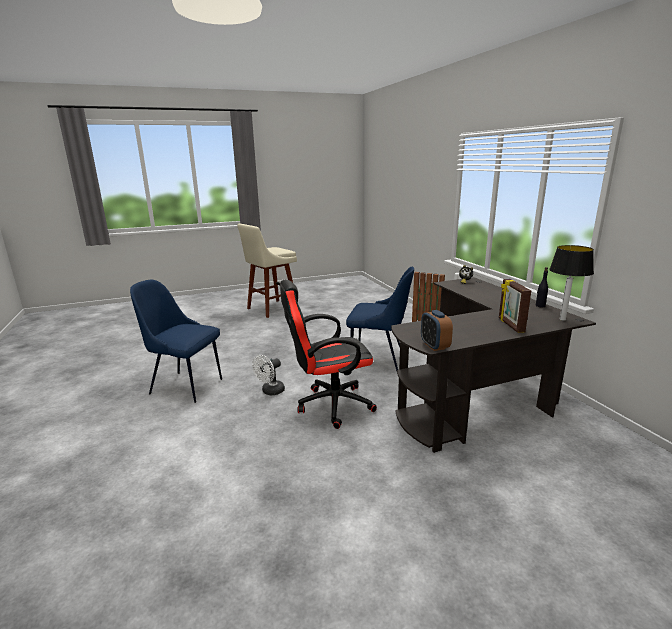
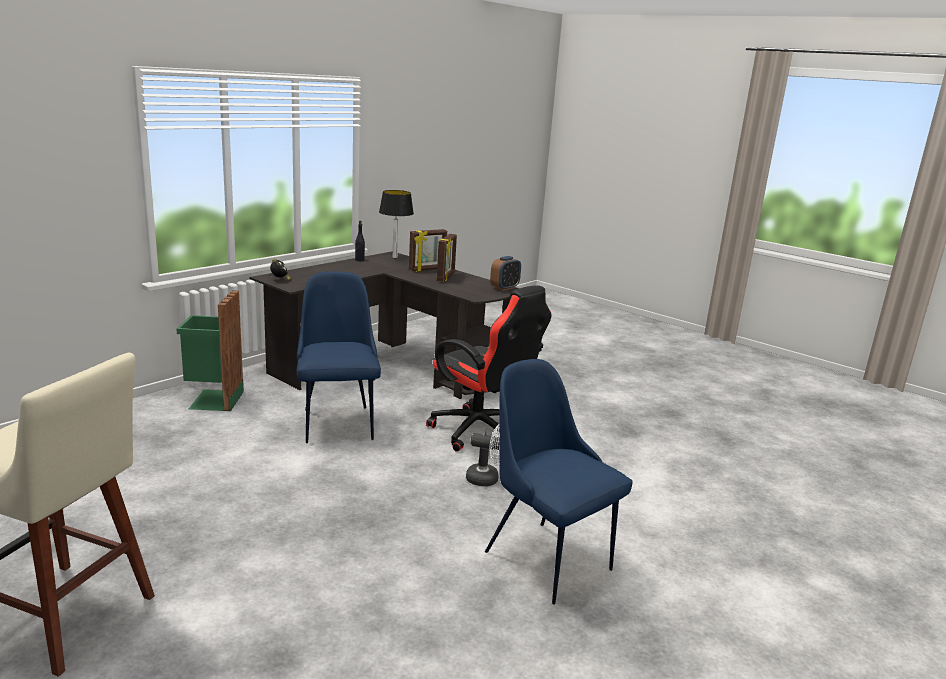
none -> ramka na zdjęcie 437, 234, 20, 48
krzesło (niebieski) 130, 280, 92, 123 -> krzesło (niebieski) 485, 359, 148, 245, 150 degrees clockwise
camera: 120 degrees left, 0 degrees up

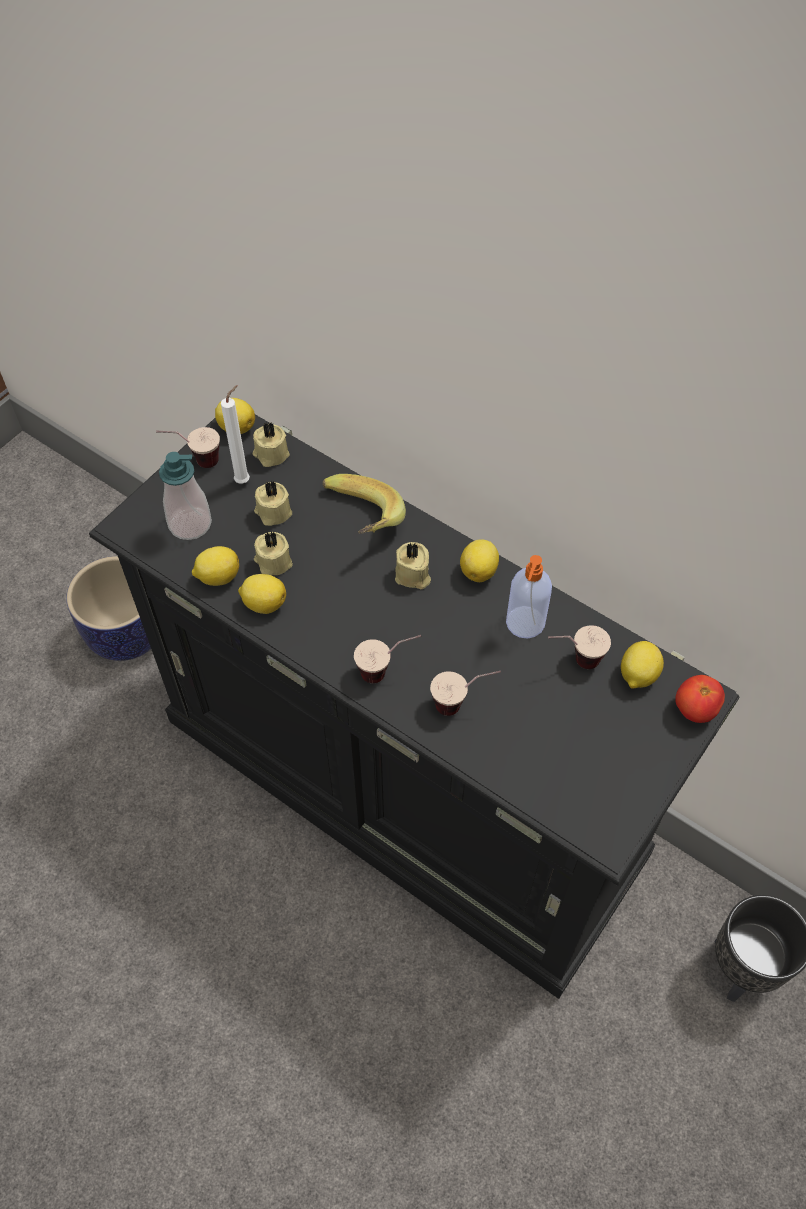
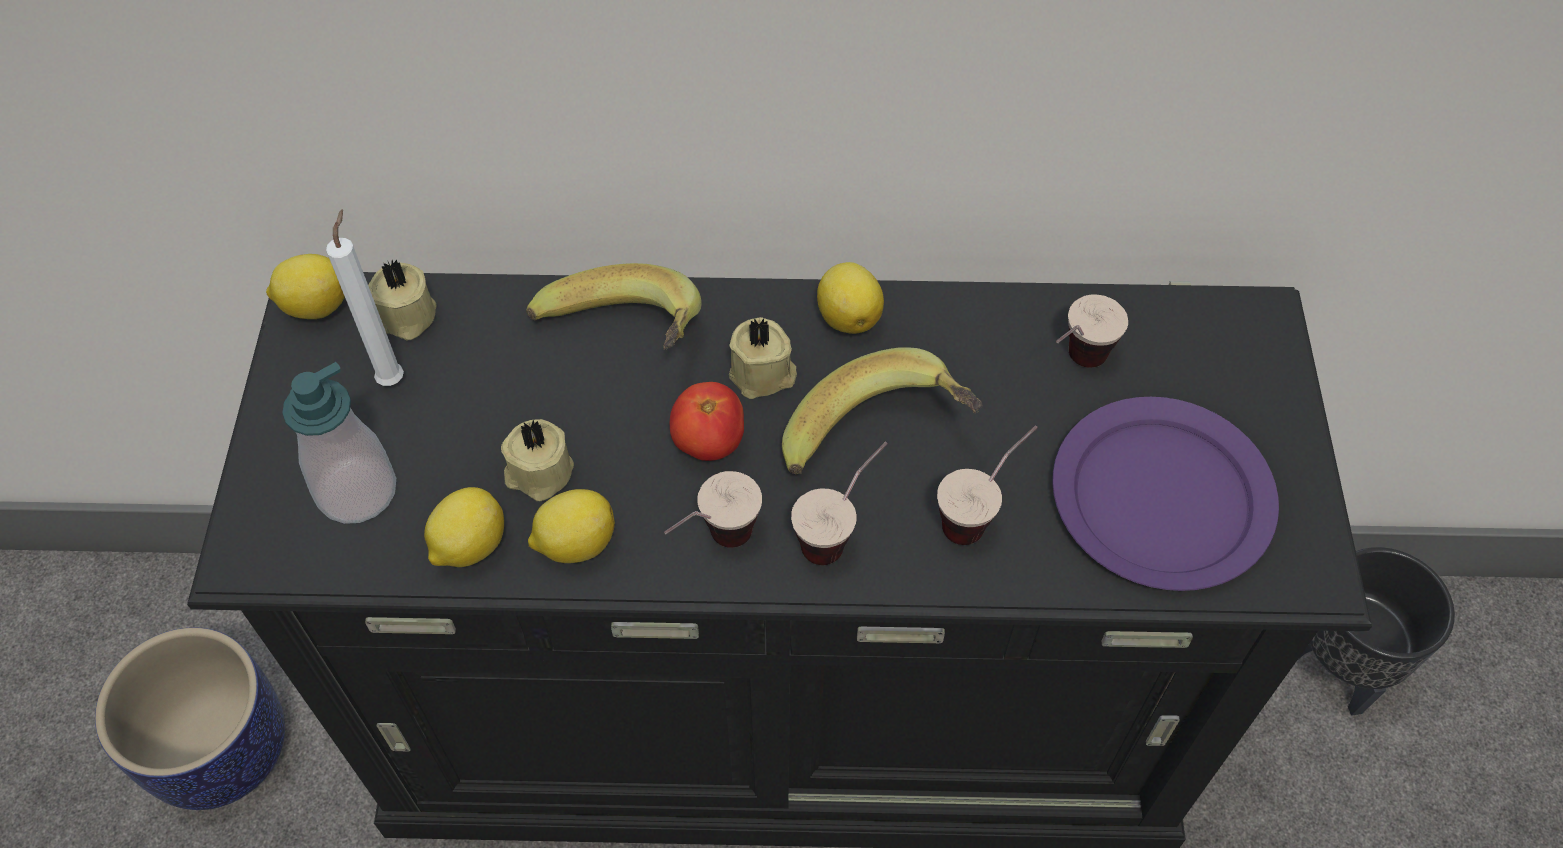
świeca (beżowy) 254, 480, 38, 46 -> none
dozownik mydła 506, 555, 46, 84 -> none
cytryna 621, 641, 43, 47 -> none
none -> banan 782, 347, 201, 128
none -> talerz (fioletowy) 1052, 397, 227, 194
filiżanka 156, 427, 64, 41 -> filiżanka 664, 471, 98, 77, move
pomidor 675, 675, 50, 48 -> pomidor 670, 382, 74, 79, move
camera: 35 degrees left, 0 degrees up

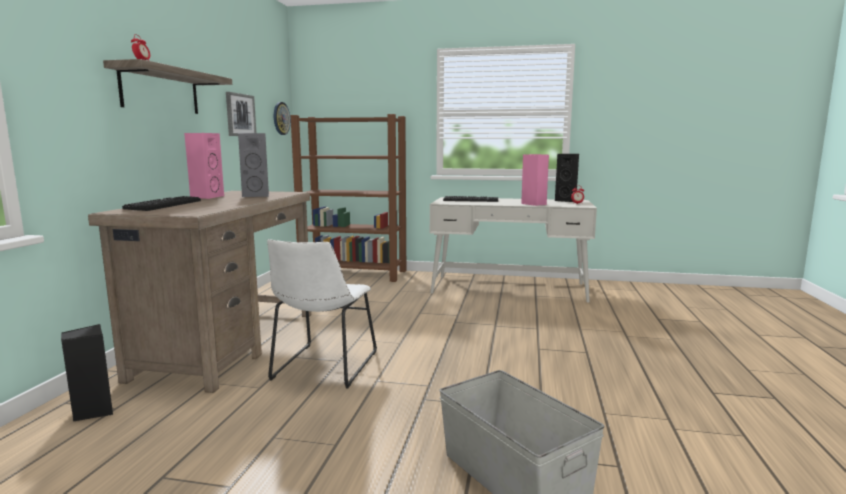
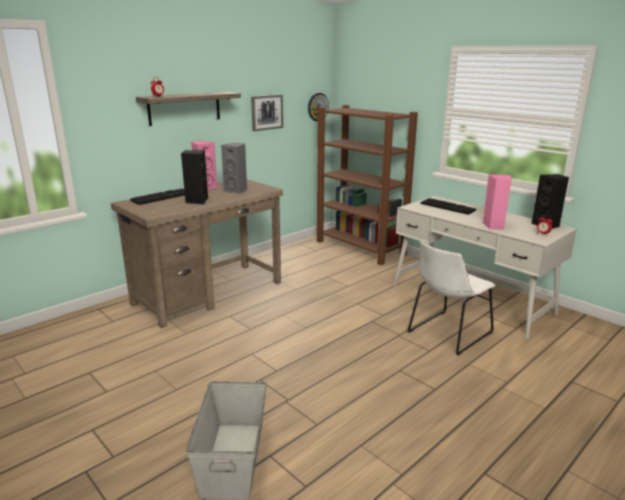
głośnik (czarny) 61, 324, 52, 98 -> głośnik (czarny) 181, 150, 27, 54, move
krzesło (biały) 267, 239, 110, 149 -> krzesło (biały) 408, 242, 87, 114, move
camera: 35 degrees right, 10 degrees up

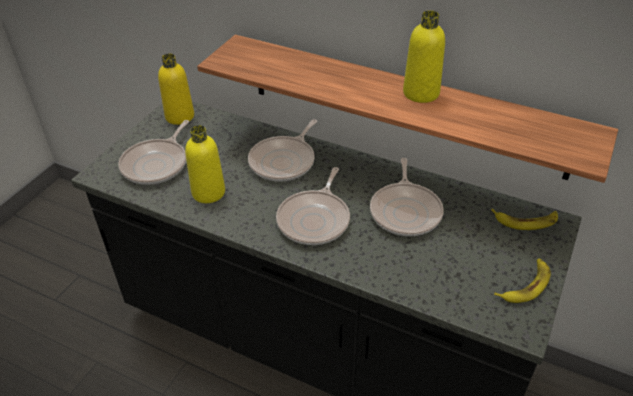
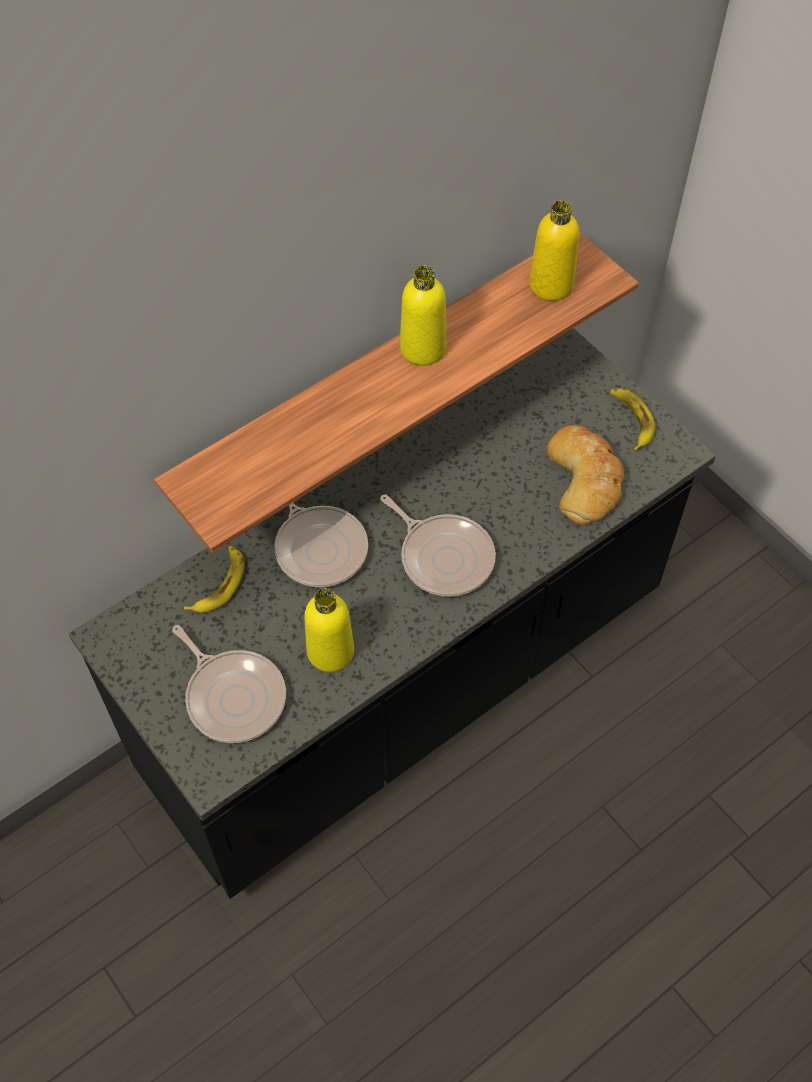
patelnia 370, 158, 73, 78 -> none
none -> chleb 547, 425, 78, 100
butelka (żółty) 158, 53, 36, 72 -> butelka (żółty) 529, 201, 50, 100, move
banan 491, 209, 67, 21 -> banan 184, 546, 61, 67, move
camera: 65 degrees left, 15 degrees up

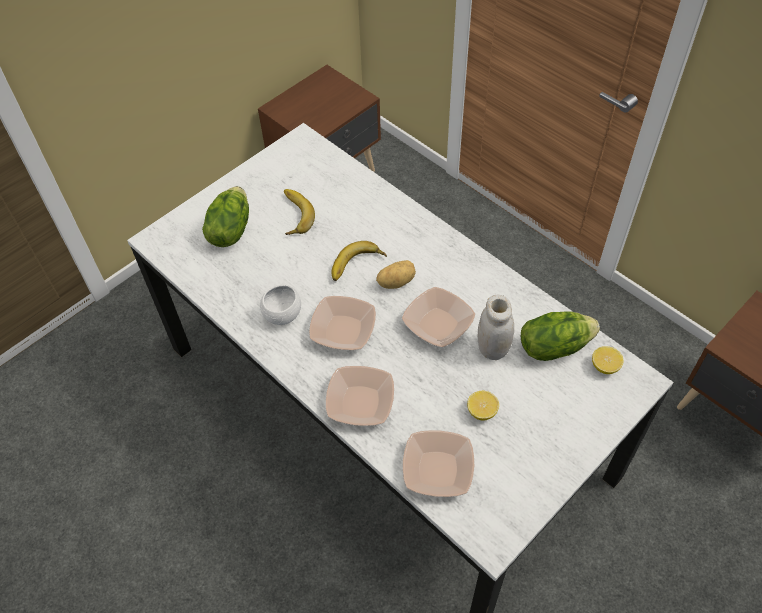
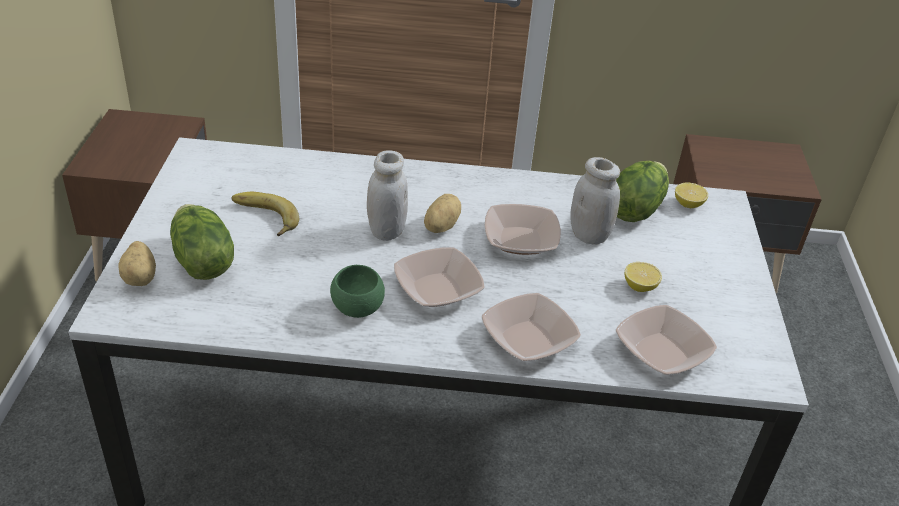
none -> ziemniak 118, 241, 38, 45
banan 332, 241, 55, 40 -> słoik (biały) 367, 150, 41, 91
miska (biały) 260, 285, 41, 40 -> miska (zielony) 330, 265, 55, 53
camera: 45 degrees left, 15 degrees down

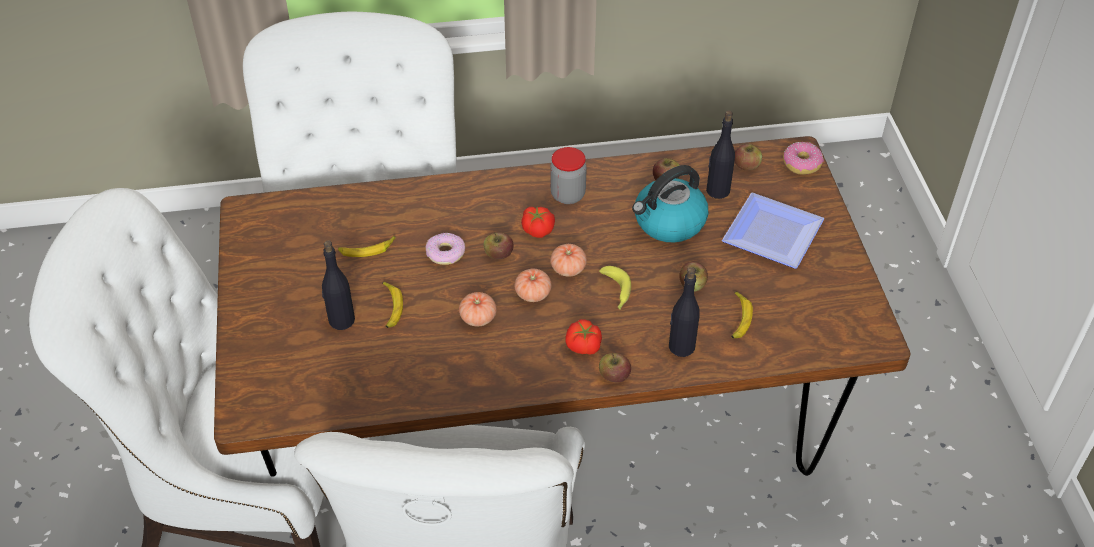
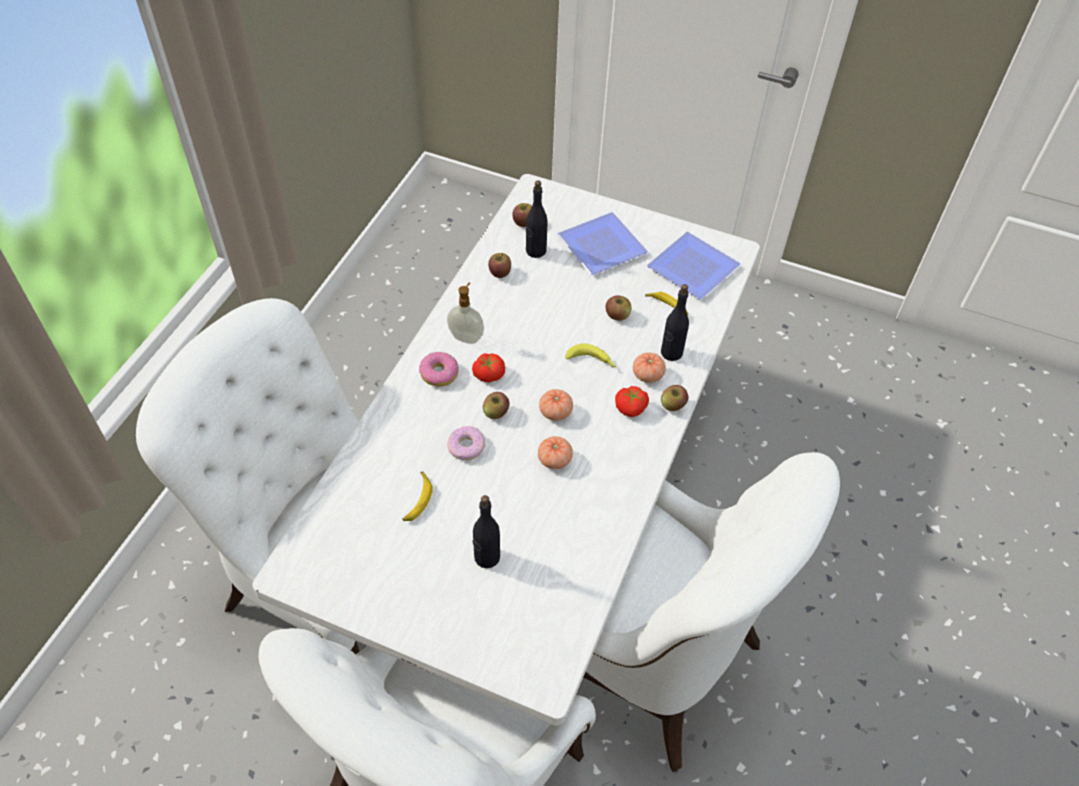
banan 382, 281, 21, 47 -> none
czajnik 632, 165, 76, 77 -> none
none -> talerz 647, 232, 93, 68
pomidor 550, 244, 37, 33 -> pomidor 633, 353, 33, 30, move
donut 783, 142, 41, 33 -> donut 419, 352, 40, 34, move
słoik 550, 147, 37, 57 -> dozownik mydła 447, 283, 37, 61
stół jadalny (brązowy) 214, 136, 697, 341 -> stół jadalny (biały) 253, 174, 507, 552
camera: 60 degrees left, 5 degrees up

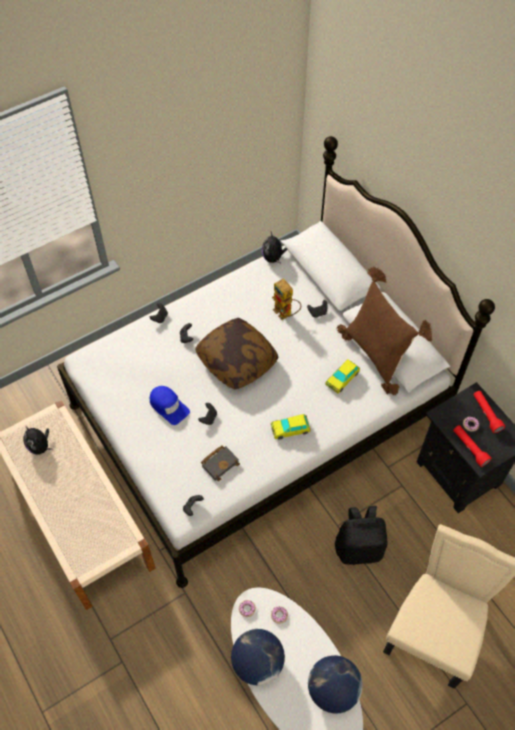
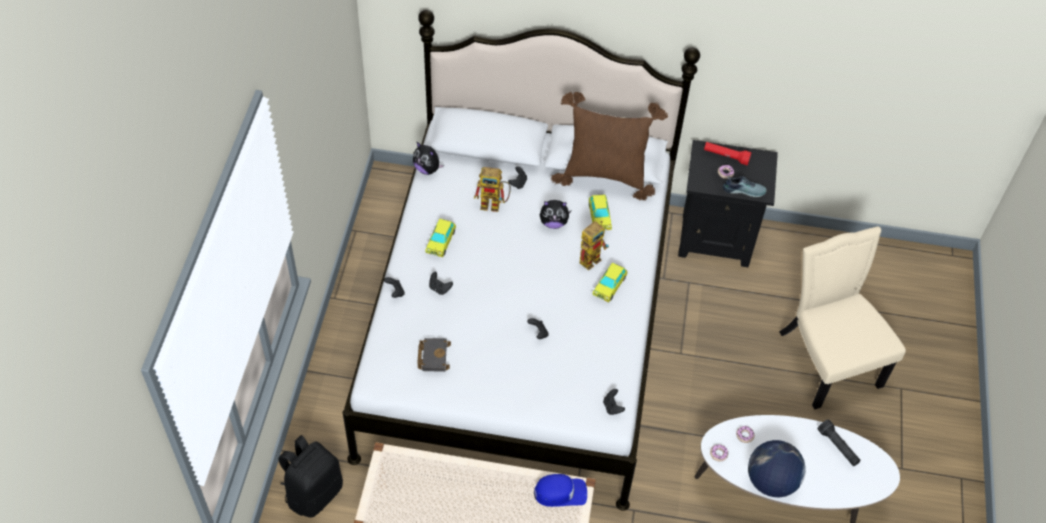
poduszka 195, 318, 83, 72 -> none
none -> samochodzik 425, 219, 31, 38
none -> robot zabawkowy 579, 221, 30, 49
pluszak 23, 426, 29, 29 -> pluszak 540, 200, 31, 29, move
czapka z daszkiem (niebieski) 150, 386, 40, 39 -> czapka z daszkiem (niebieski) 534, 474, 53, 33, move
książka (czarny) 201, 445, 39, 36 -> książka (czarny) 417, 338, 34, 34, move
plecak (czarny) 335, 506, 53, 59 -> plecak (czarny) 278, 435, 65, 83, move
globus 308, 655, 55, 59 -> latarka (czarny) 817, 419, 43, 47
latarka (czerwony) 453, 425, 39, 42 -> but 723, 176, 44, 21
camera: 50 degrees left, 5 degrees down

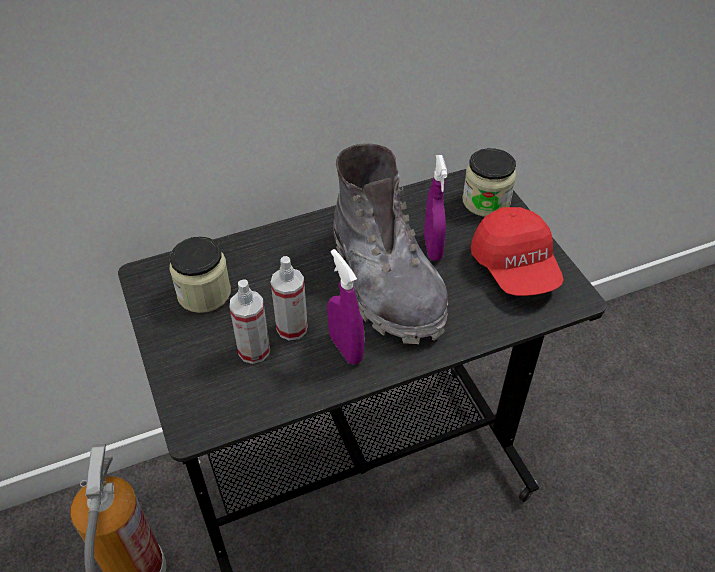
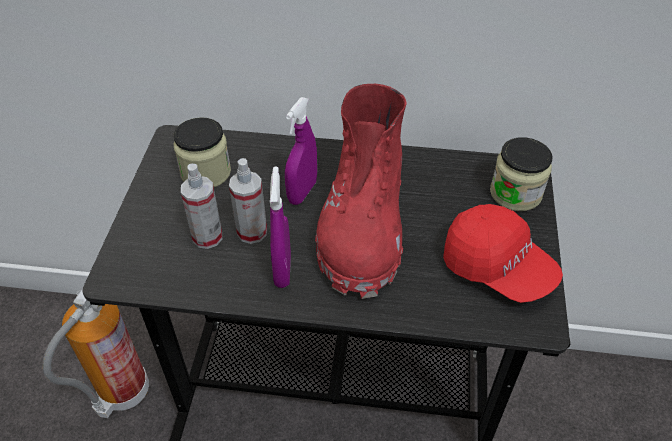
spryskiwacz (fioletowy) 424, 155, 23, 106 -> spryskiwacz (fioletowy) 285, 97, 32, 108, move
but z cholewką (szary) 333, 143, 115, 201 -> but z cholewką (czerwony) 315, 84, 92, 215
czapka z daszkiem (czerwony) 471, 207, 93, 89 -> czapka z daszkiem (czerwony) 443, 204, 120, 99, 60 degrees counterclockwise
camera: 30 degrees right, 0 degrees up

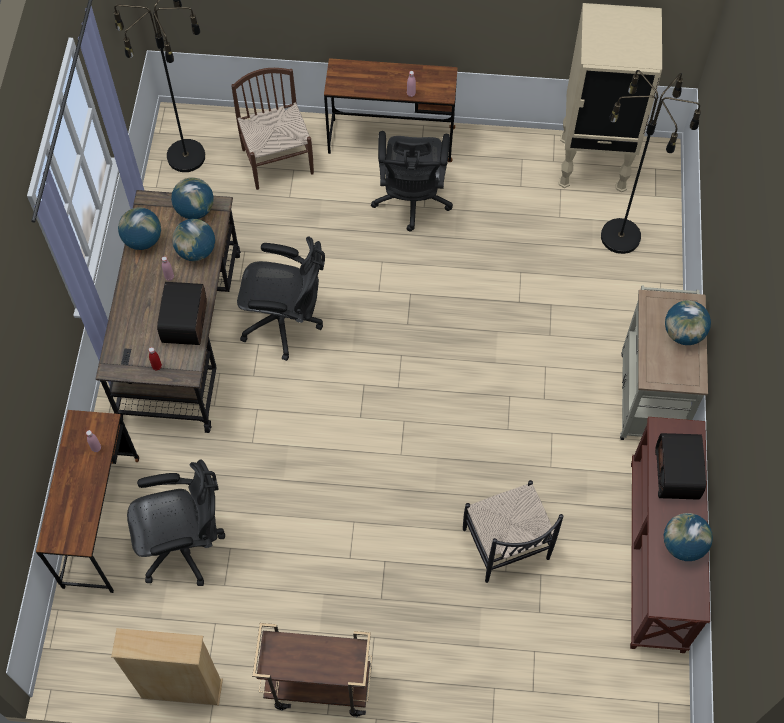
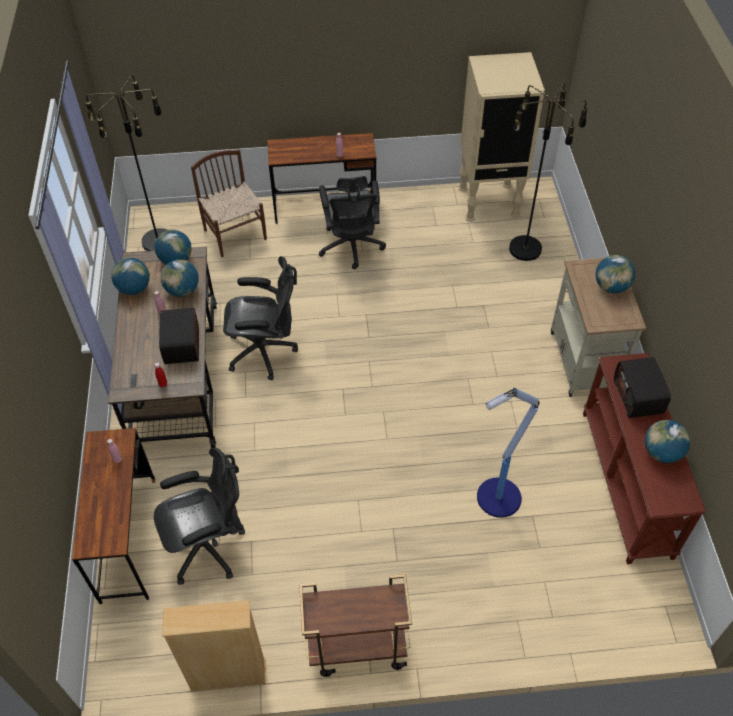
krzesło (czarny) 463, 480, 100, 103 -> lampa stojąca 477, 388, 62, 130
camera: 10 degrees left, 10 degrees down

